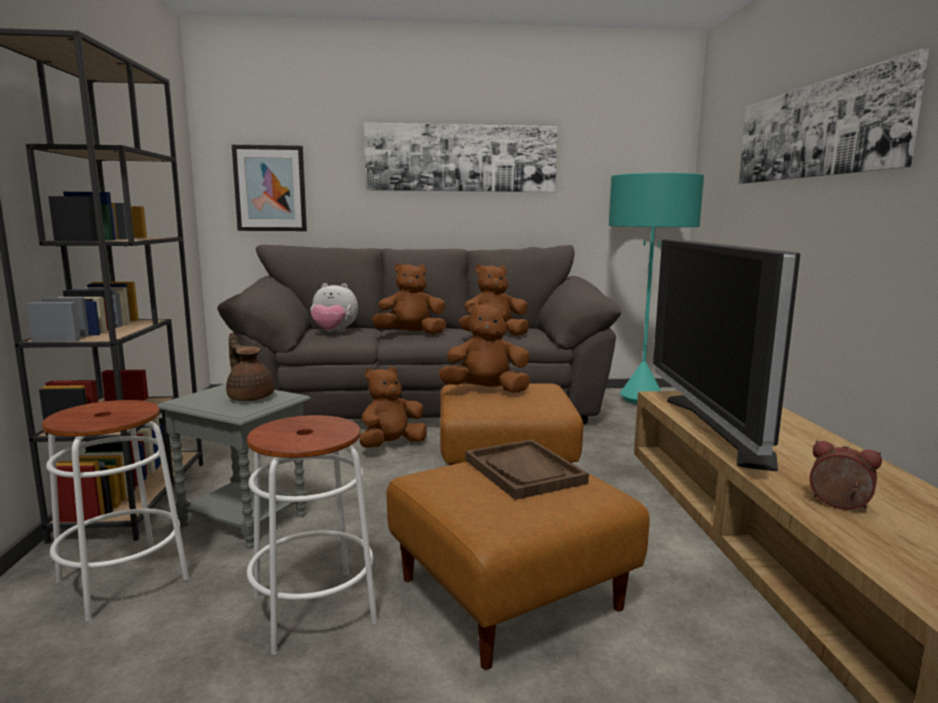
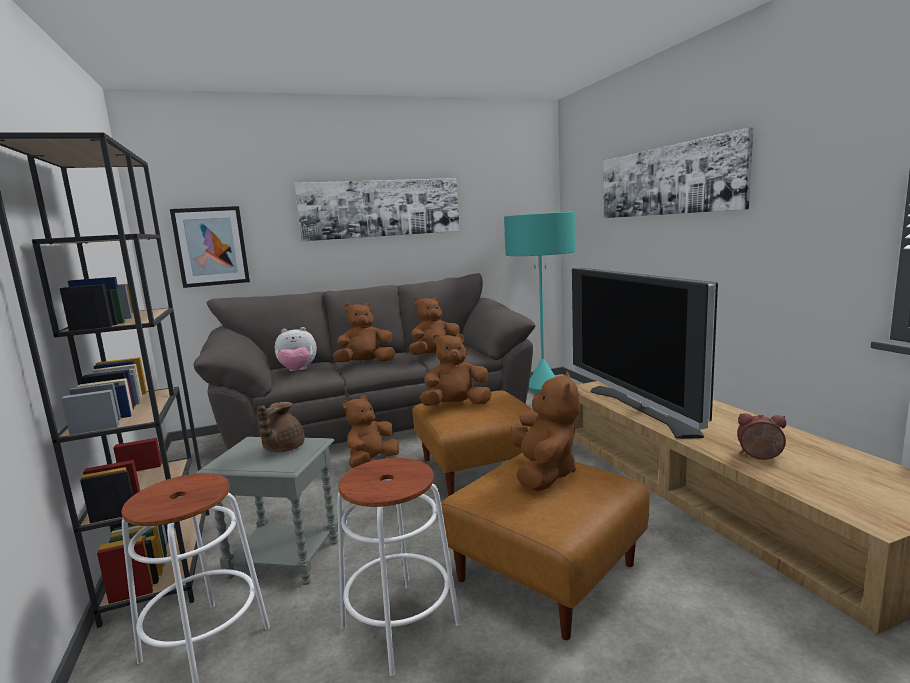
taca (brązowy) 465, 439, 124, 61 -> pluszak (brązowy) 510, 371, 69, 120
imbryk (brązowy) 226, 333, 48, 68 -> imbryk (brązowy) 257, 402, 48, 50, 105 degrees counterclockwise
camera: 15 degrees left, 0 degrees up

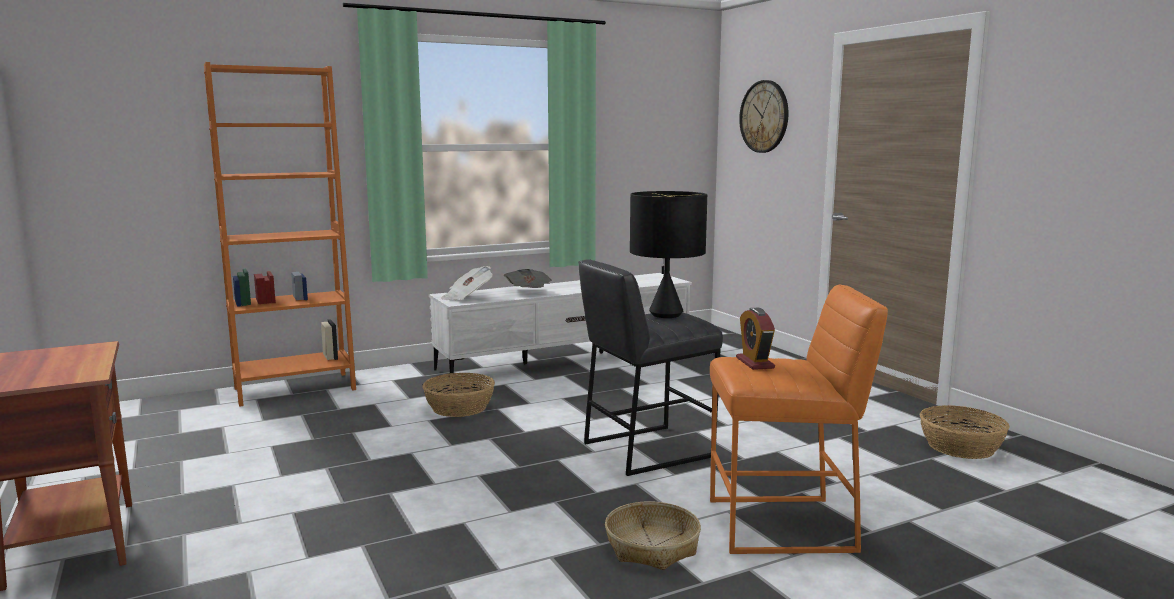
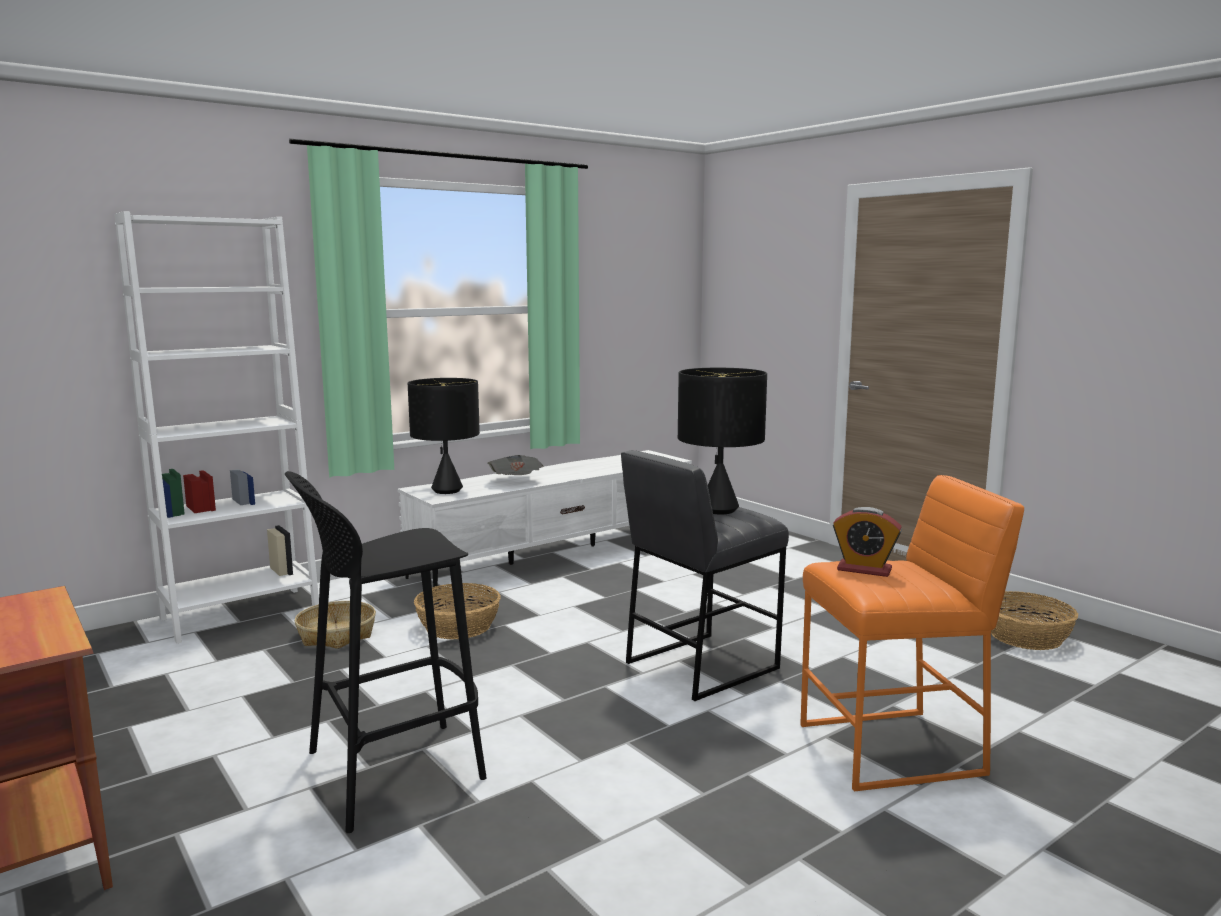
zegar ścienny 739, 80, 50, 73 -> none
none -> stołek (czarny) 285, 471, 202, 362
koszyk 605, 501, 96, 69 -> koszyk 295, 601, 81, 48, move
gazeta 441, 266, 52, 34 -> lampa stołowa (czarny) 408, 378, 72, 116
regał (pomarańczowy) 204, 62, 152, 345 -> regał (biały) 114, 211, 205, 433
budzik 736, 308, 39, 62 -> budzik 833, 507, 69, 70, 45 degrees counterclockwise
camera: 10 degrees left, 0 degrees up

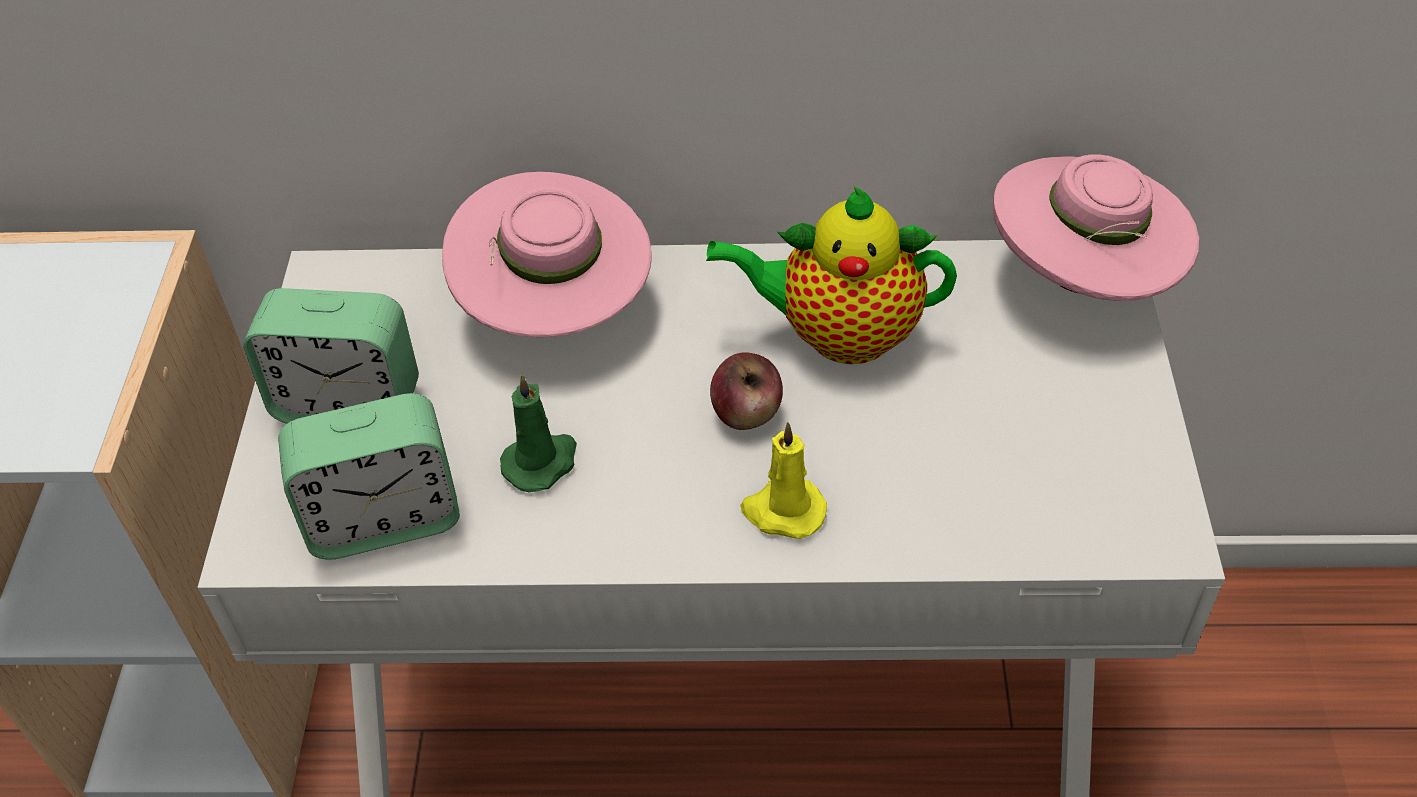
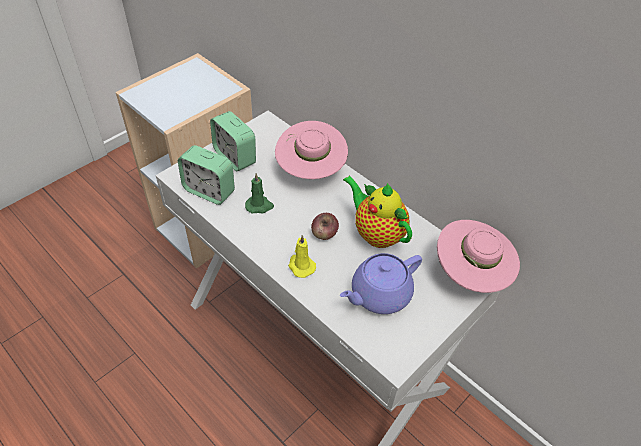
none -> imbryk (fioletowy) 340, 253, 82, 61
camera: 40 degrees right, 0 degrees up

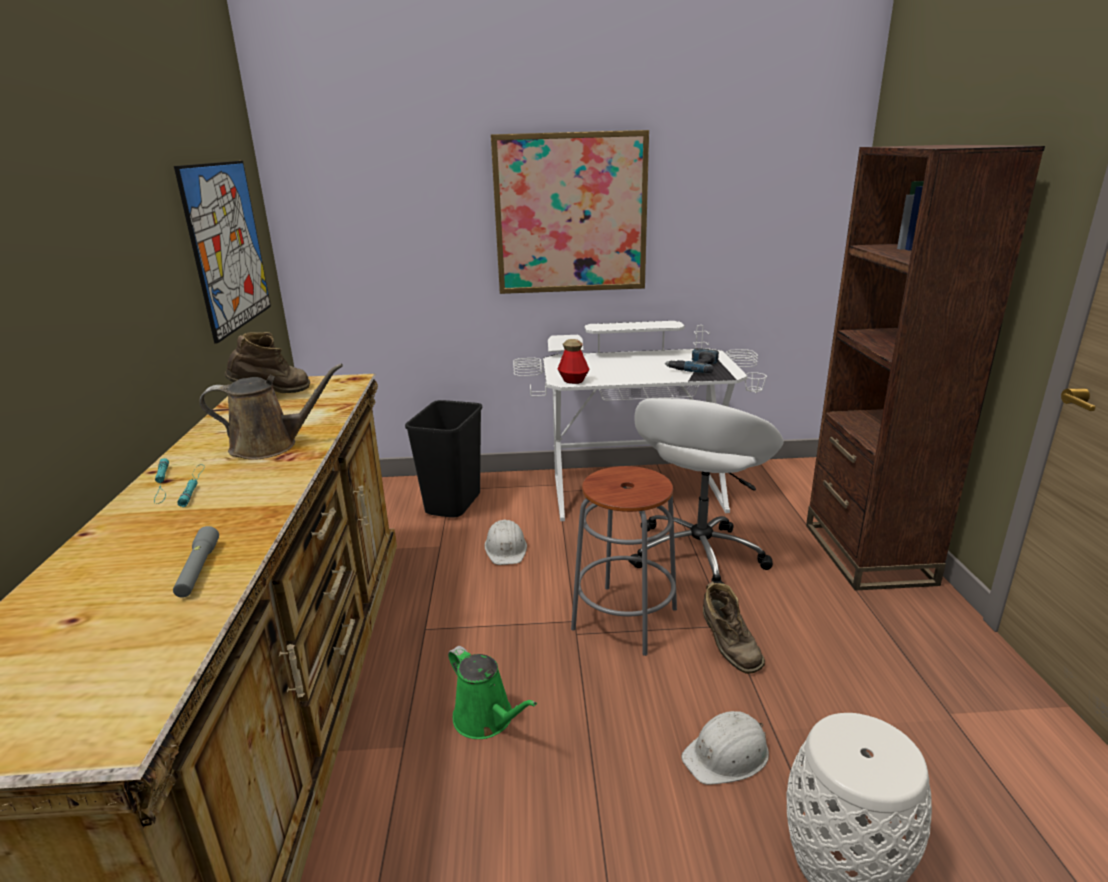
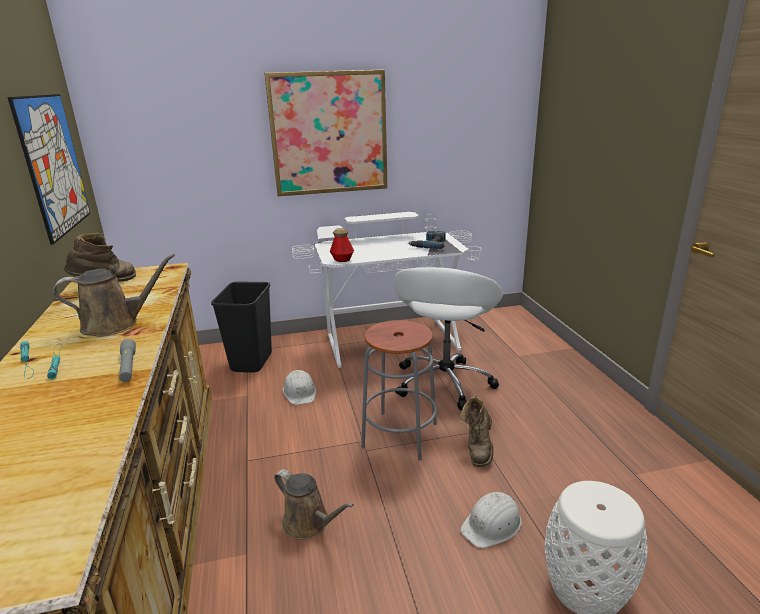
regał (brązowy) 806, 145, 239, 446 -> none
latarka (szary) 173, 526, 46, 72 -> latarka (szary) 119, 339, 17, 43, move
konewka (zielony) 448, 646, 89, 93 -> konewka (brązowy) 274, 469, 80, 71
but z cholewką (brązowy) 703, 581, 62, 93 -> but z cholewką (brązowy) 460, 396, 34, 71, 45 degrees clockwise
camera: 10 degrees left, 0 degrees up

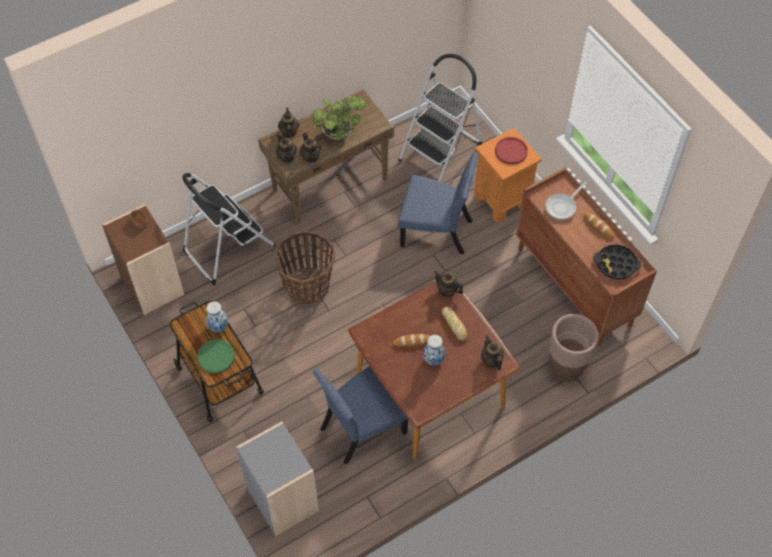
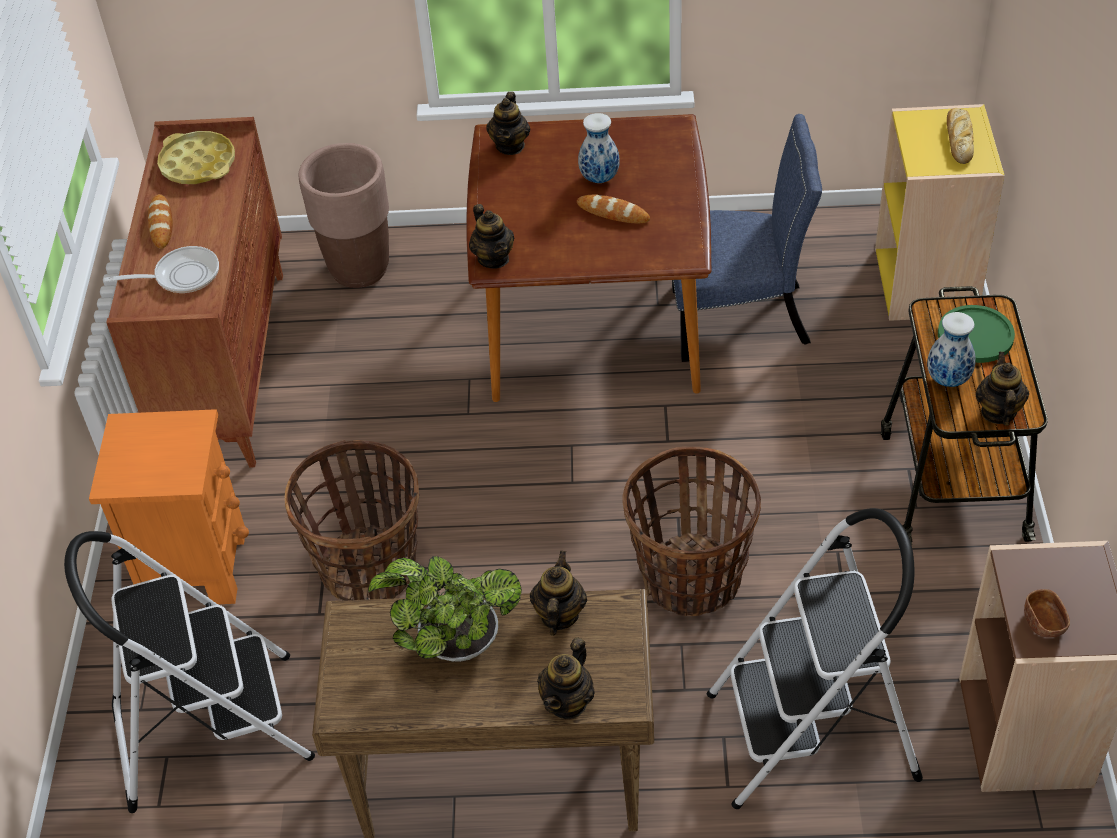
talerz (czerwony) 495, 137, 33, 27 -> none
imbryk 276, 133, 21, 29 -> imbryk 975, 352, 54, 74, move
chleb 442, 307, 26, 34 -> chleb 947, 108, 27, 56, move
krzesło (niebieski) 398, 152, 80, 102 -> koszyk 284, 440, 135, 161
regał (szary) 236, 421, 83, 115 -> regał (żółty) 875, 104, 130, 217
taca (czarny) 593, 244, 48, 36 -> taca (żółty) 157, 131, 78, 53
camera: 145 degrees left, 10 degrees down

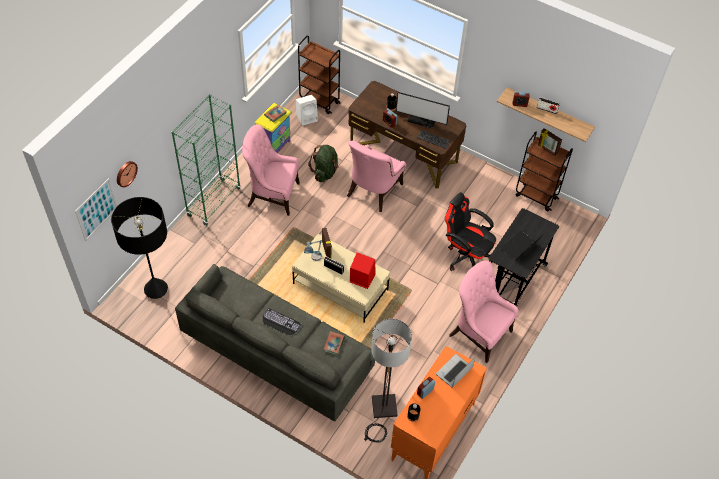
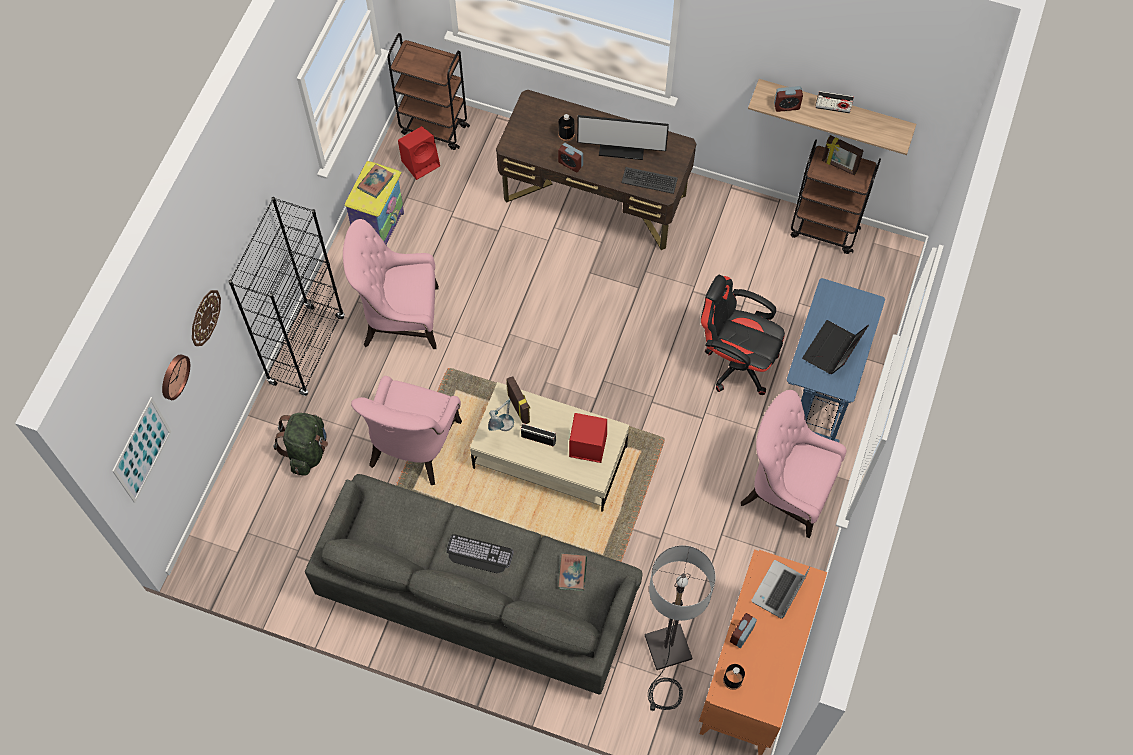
lampa stojąca (czarny) 111, 197, 57, 102 -> none
none -> zegar ścienny 192, 290, 29, 56
plecak (zielony) 308, 145, 31, 37 -> plecak (zielony) 273, 413, 55, 63, move
krzesło (różowy) 347, 141, 59, 71 -> krzesło (różowy) 351, 376, 111, 109, move
regał (zielony) 172, 94, 69, 132 -> regał (czarny) 228, 197, 117, 199
głośnik (biały) 296, 95, 22, 31 -> głośnik (czerwony) 398, 126, 42, 54
biurko (czarny) 489, 208, 70, 99 -> biurko (niebieski) 787, 278, 98, 165
camera: 10 degrees left, 10 degrees up

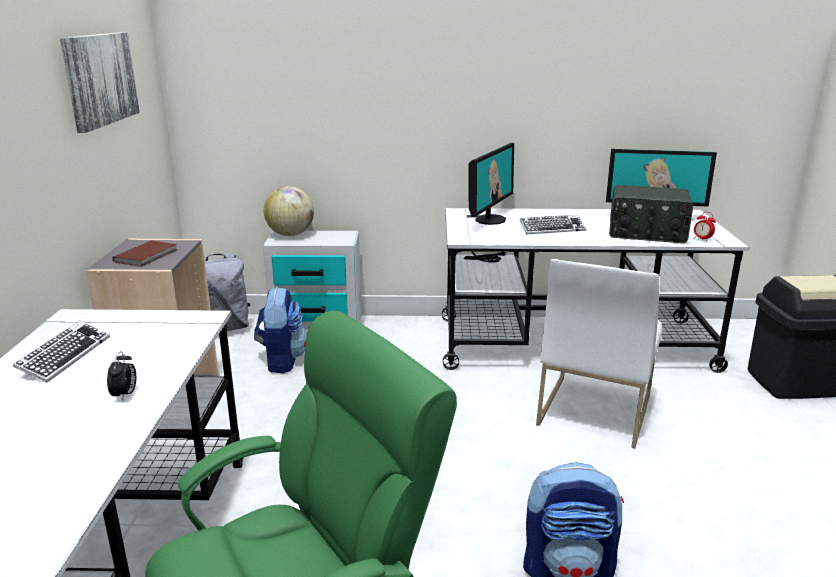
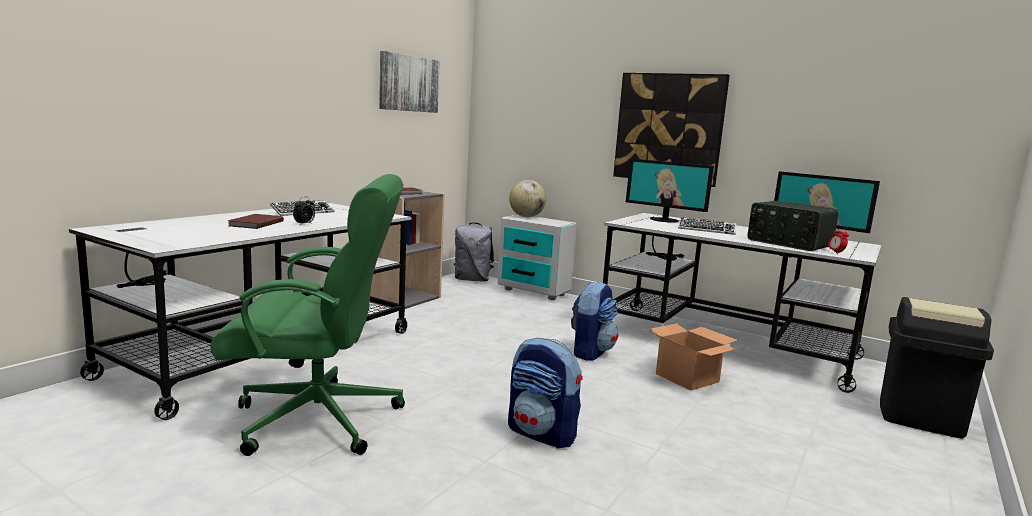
none -> książka (brązowy) 227, 214, 57, 15
none -> obraz 613, 73, 117, 114
plecak 254, 287, 53, 86 -> plecak 571, 281, 47, 80, move
krzesło (biały) 536, 259, 126, 190 -> karton 649, 323, 89, 68
monitor 469, 143, 45, 82 -> monitor 626, 159, 88, 64, 60 degrees clockwise
camera: 30 degrees right, 10 degrees down

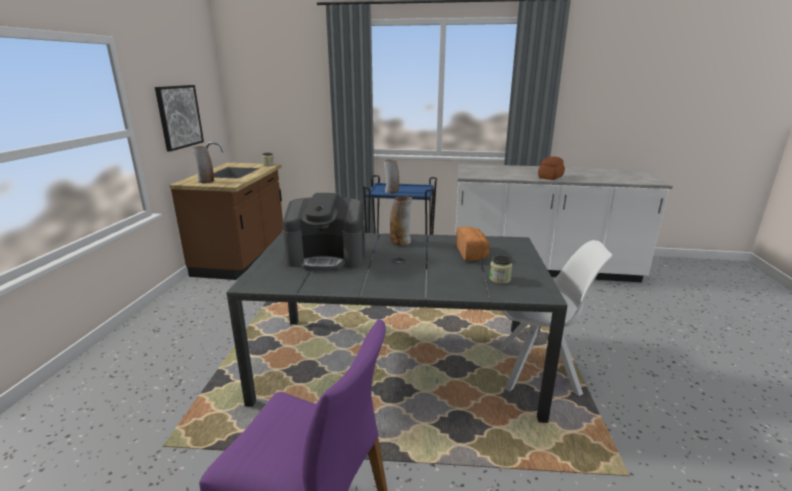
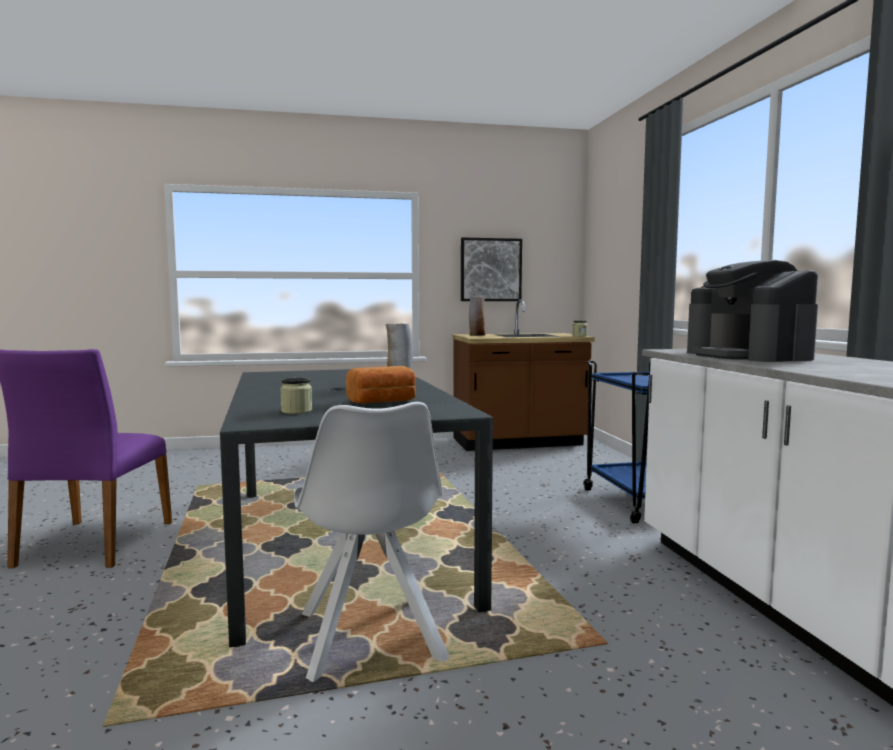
wazon 384, 159, 15, 35 -> none
chleb 538, 156, 27, 24 -> none
ekspres do kawy 282, 193, 84, 77 -> ekspres do kawy 687, 260, 131, 102, move
camera: 70 degrees right, 15 degrees down

